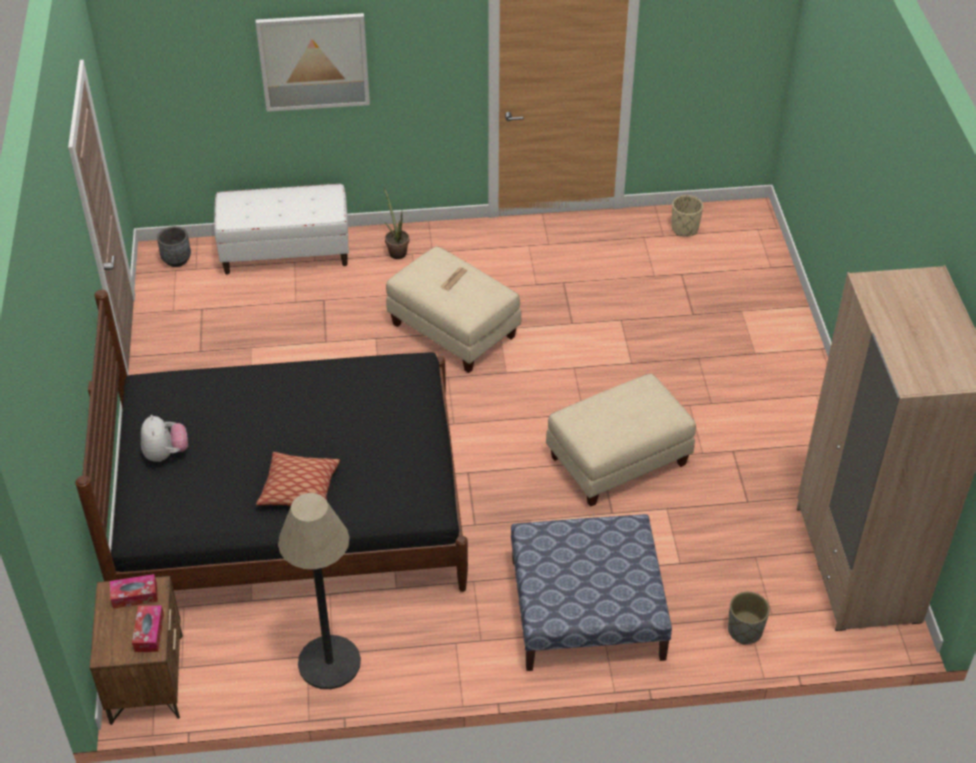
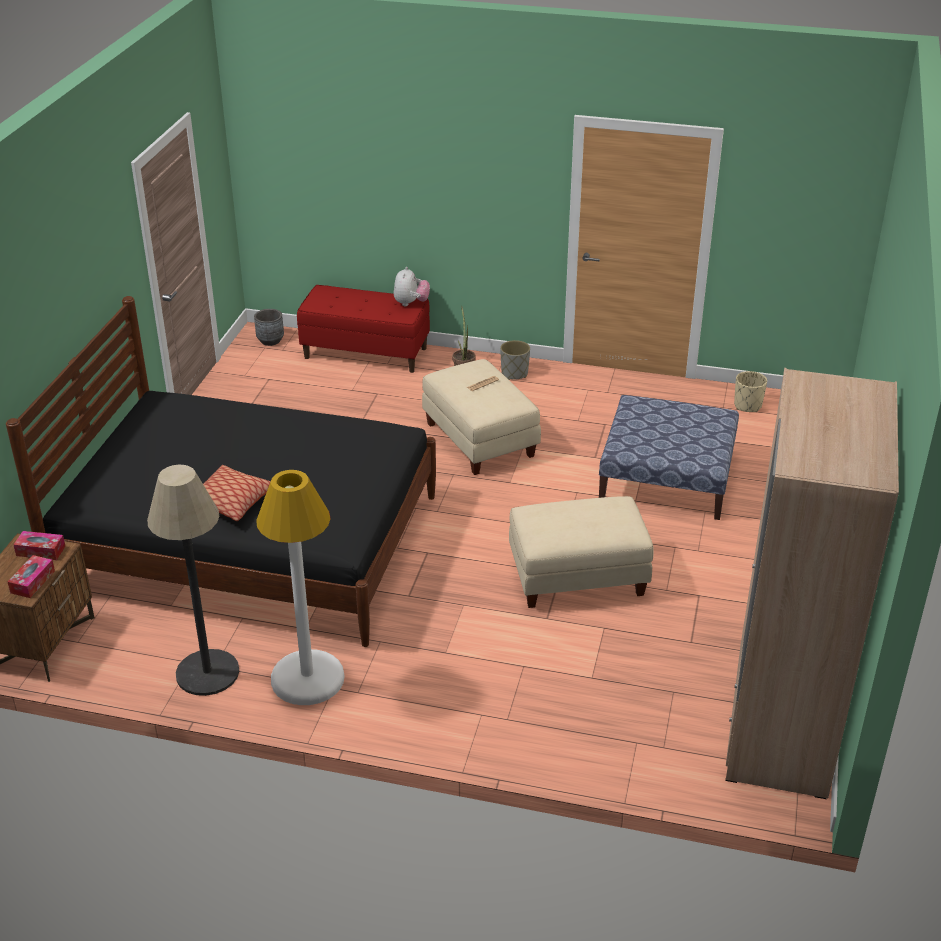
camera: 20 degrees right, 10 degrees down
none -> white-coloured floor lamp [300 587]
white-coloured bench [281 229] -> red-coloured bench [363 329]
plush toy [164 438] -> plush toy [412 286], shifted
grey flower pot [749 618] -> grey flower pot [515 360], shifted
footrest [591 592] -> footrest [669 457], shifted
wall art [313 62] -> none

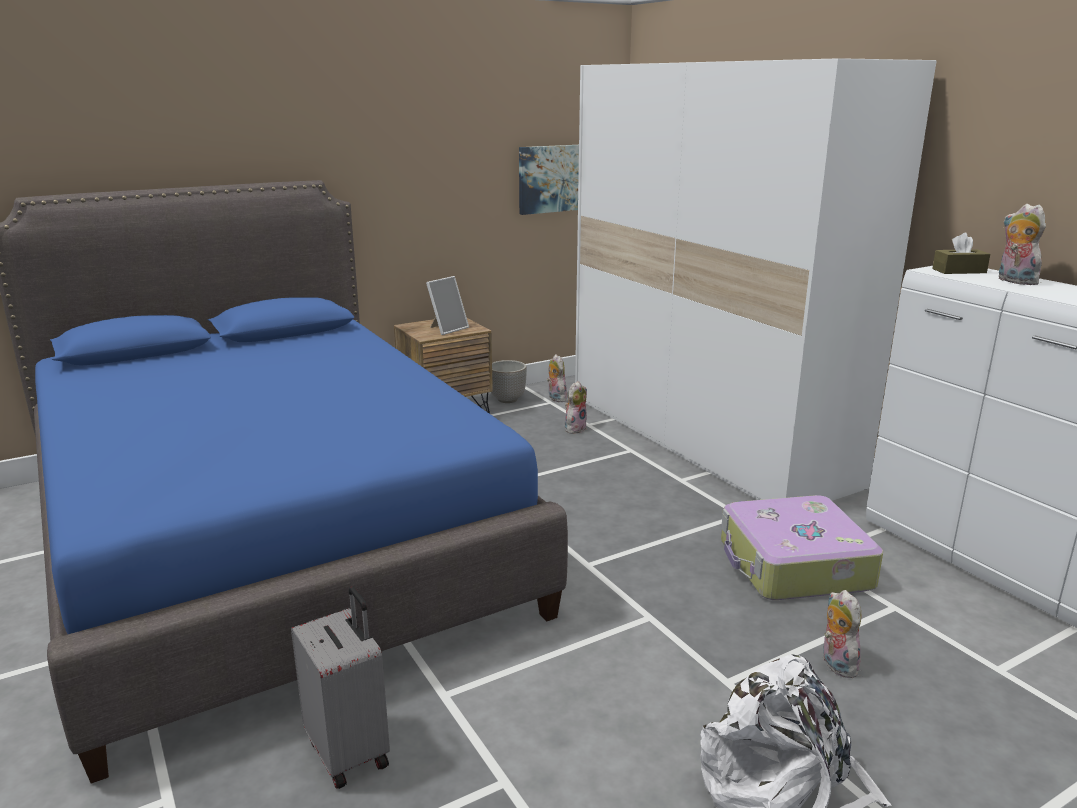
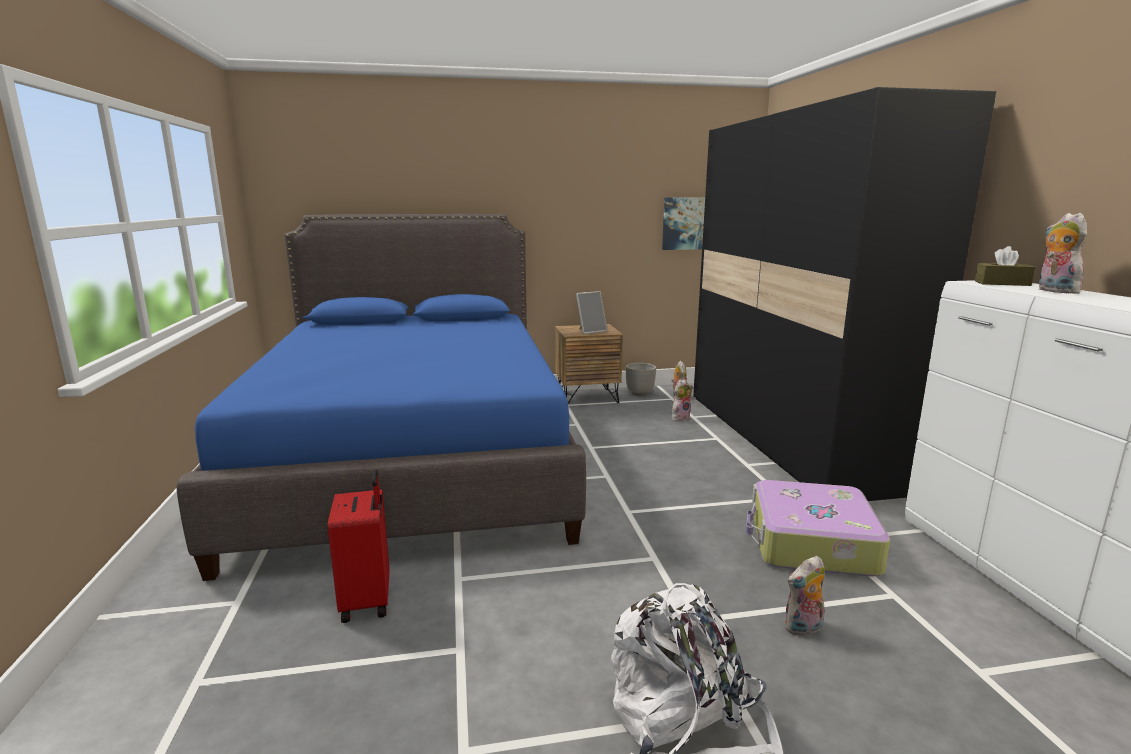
camera: 20 degrees right, 5 degrees down
grey piece of luggage [340 688] -> red-coloured piece of luggage [359 546]
white-coloured armoire [756 279] -> blackish armoire [844 294]
plush toy [842 634] -> plush toy [804 596], 120 degrees counterclockwise

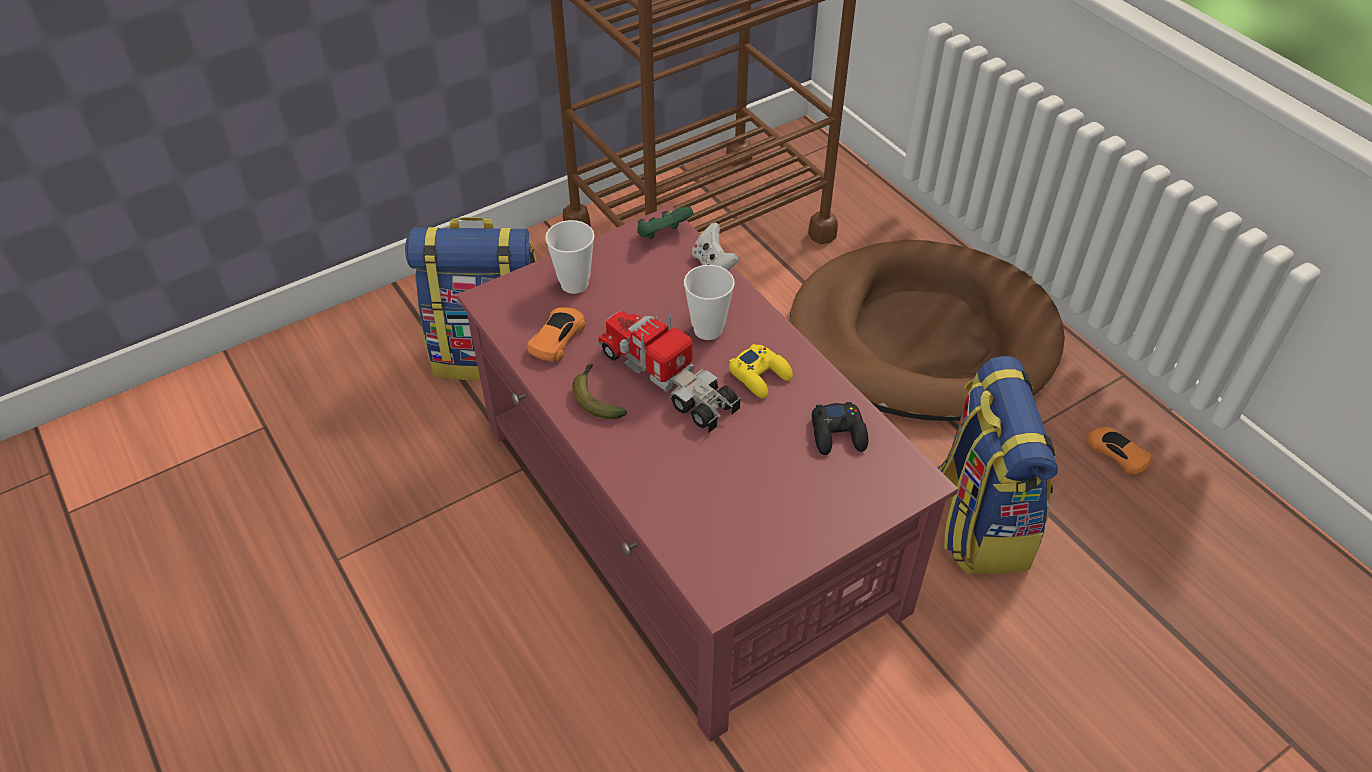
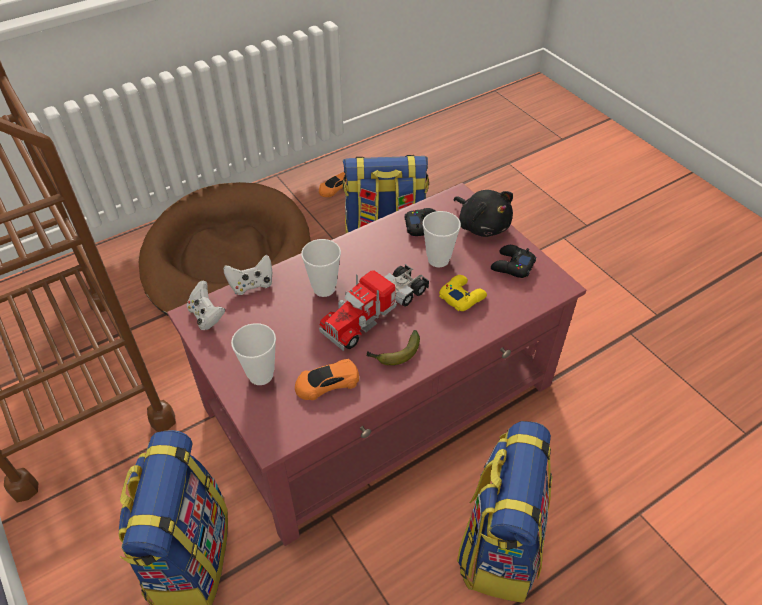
camera: 90 degrees left, 0 degrees up
green-coloured gamepad [665 223] -> white-coloured gamepad [206 305]
orange-coloured model car [556 334] -> orange-coloured model car [327 379], 45 degrees counterclockwise
none -> drinking cup [442 239]
yellow gamepad [761 371] -> yellow gamepad [463 293], shifted
none -> blackish plush toy [483 213]
none -> knapsack [504 512]
none -> blackish gamepad [513 261]

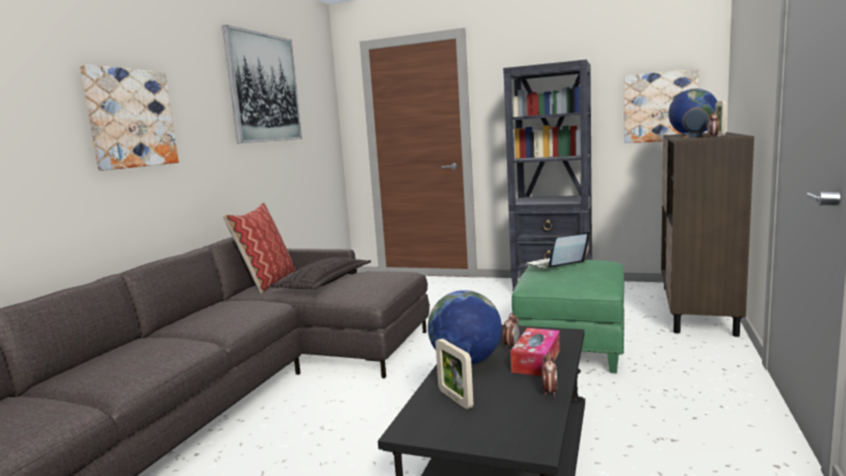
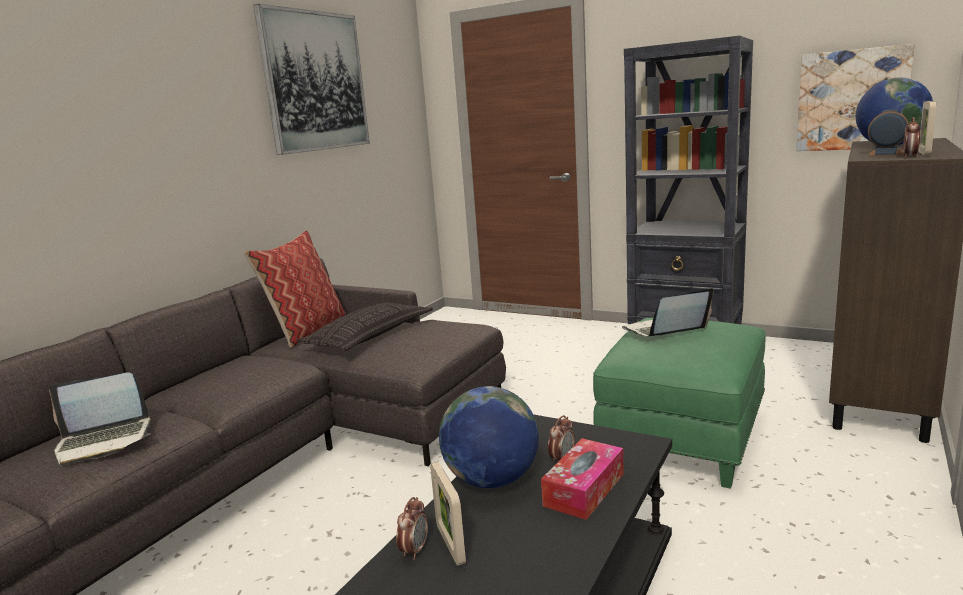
camera: 10 degrees right, 5 degrees up
none -> notebook computer [100 419]
alarm clock [549 374] -> alarm clock [412 528], shifted
wall art [129 118] -> none

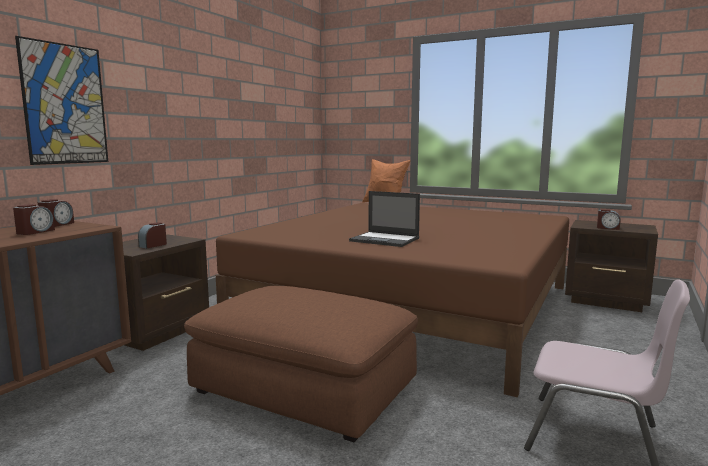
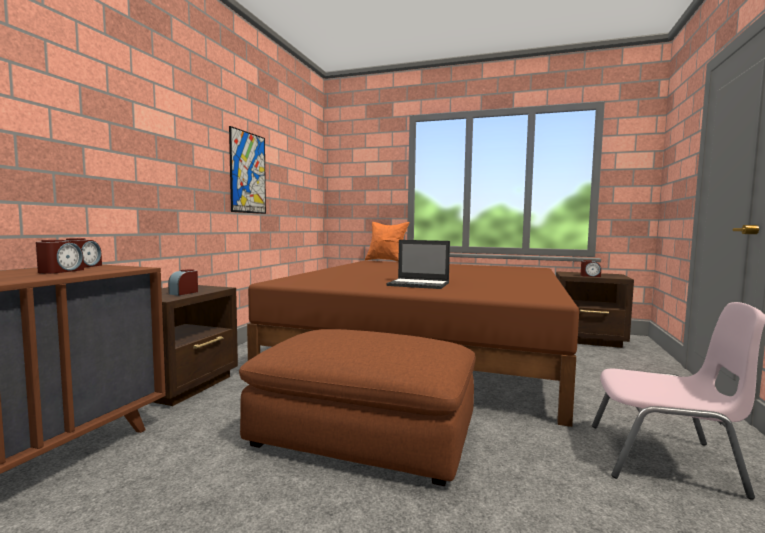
camera: 10 degrees left, 5 degrees down
wall art [61 100] -> wall art [247 170], shifted

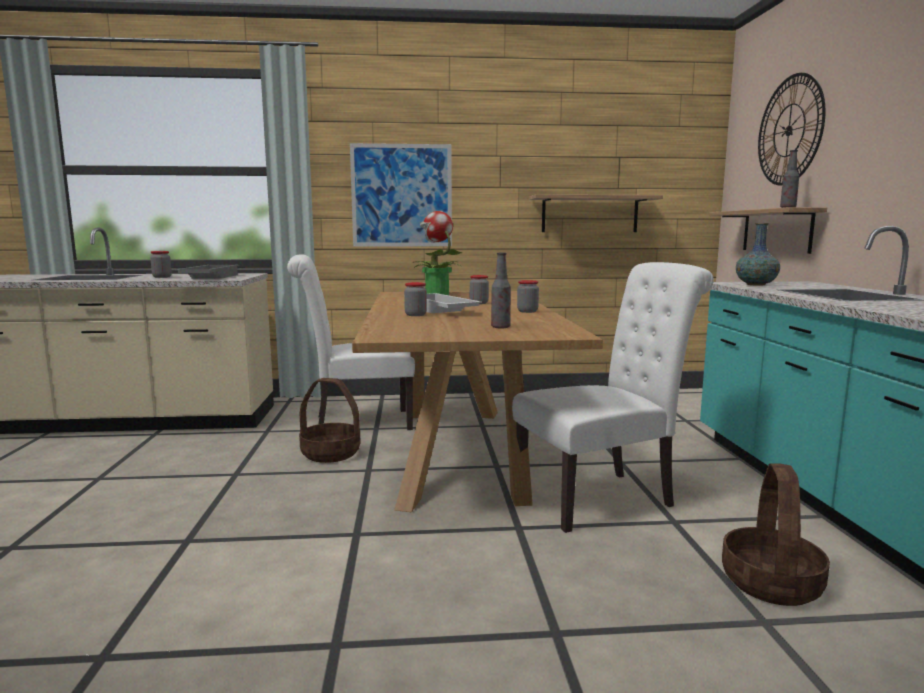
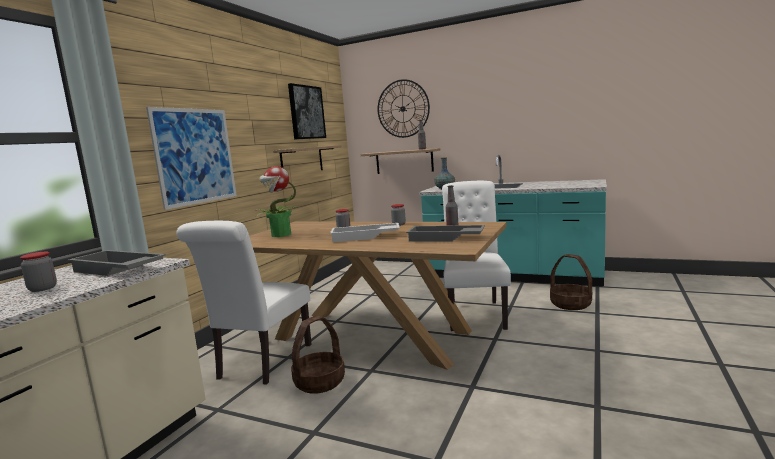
camera: 60 degrees left, 0 degrees up
none -> wall art [307 111]
none -> grey tray [445 233]
preserve jar [415 299] -> none

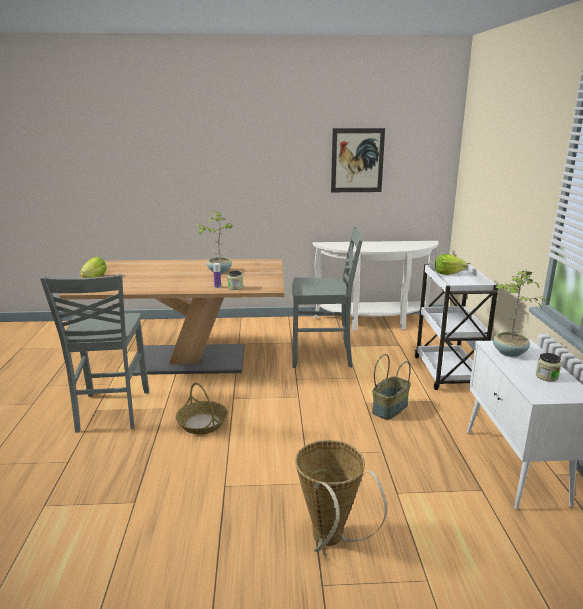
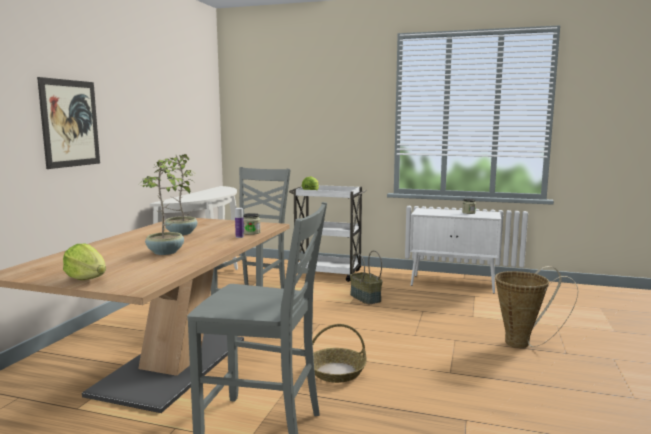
camera: 70 degrees left, 10 degrees down
wall art [358 160] -> wall art [68 123], shifted
plant in a pot [520 313] -> plant in a pot [164 207], shifted

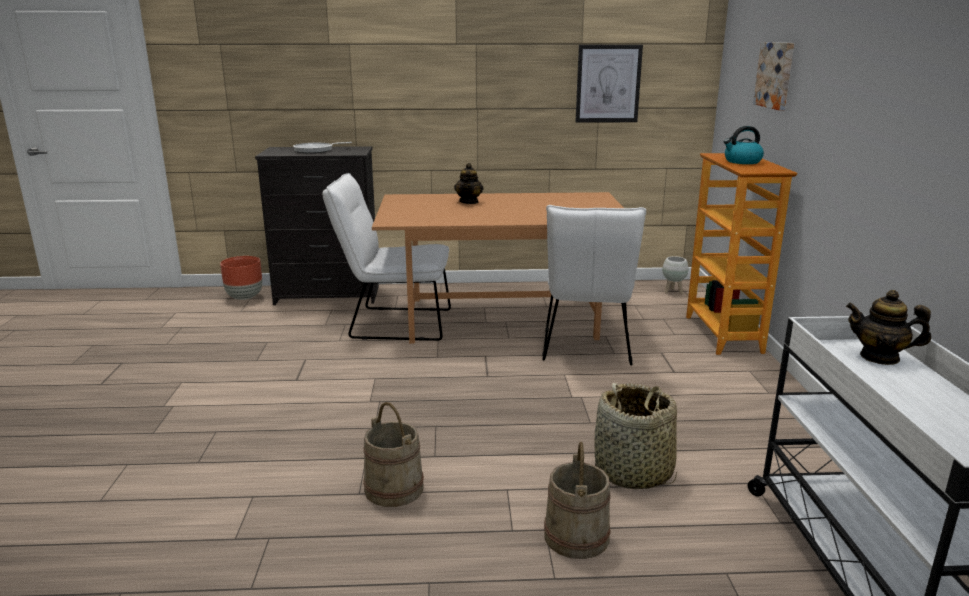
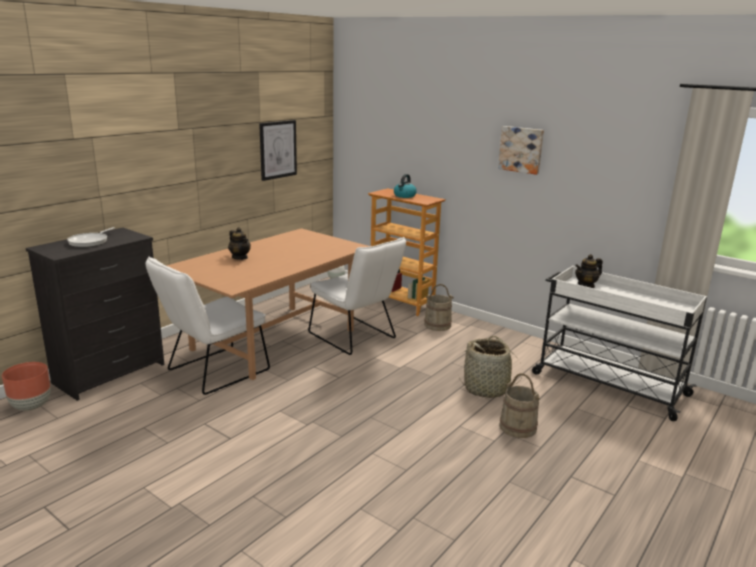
camera: 50 degrees left, 0 degrees up
sand-coloured water bucket [393 454] -> sand-coloured water bucket [439 307], shifted
wall art [773 76] -> wall art [521 150], shifted

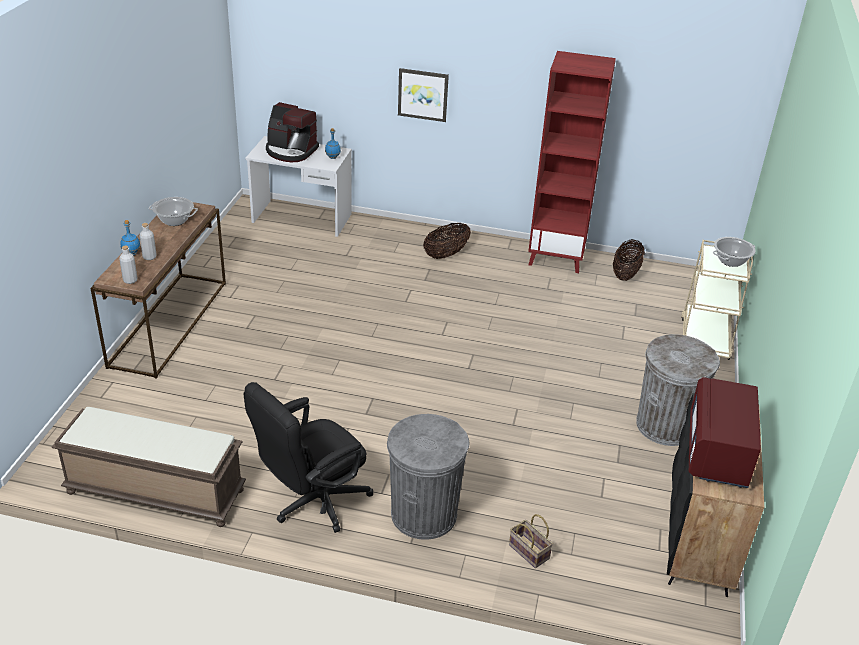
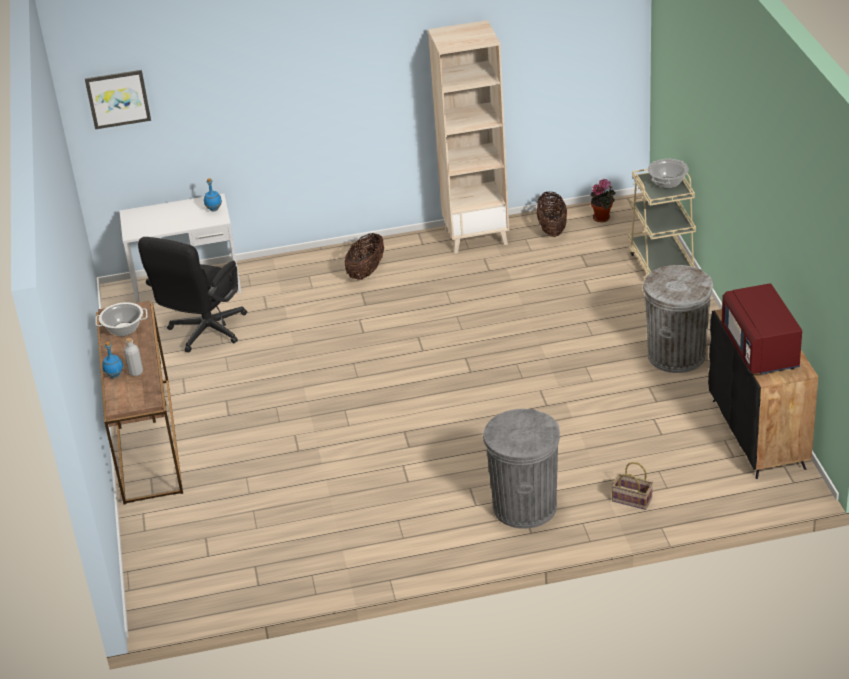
camera: 20 degrees left, 0 degrees up
wall art [423 95] -> wall art [118 99], shifted
blackish desk chair [308 457] -> blackish desk chair [192 295], shifted
red-coloured bookcase [572 162] -> sand-coloured bookcase [468 137]
none -> plant in a pot [602 200]
brown bench [149 467] -> none
grey beverage bottle [128 264] -> none
coffee machine [292 132] -> none

